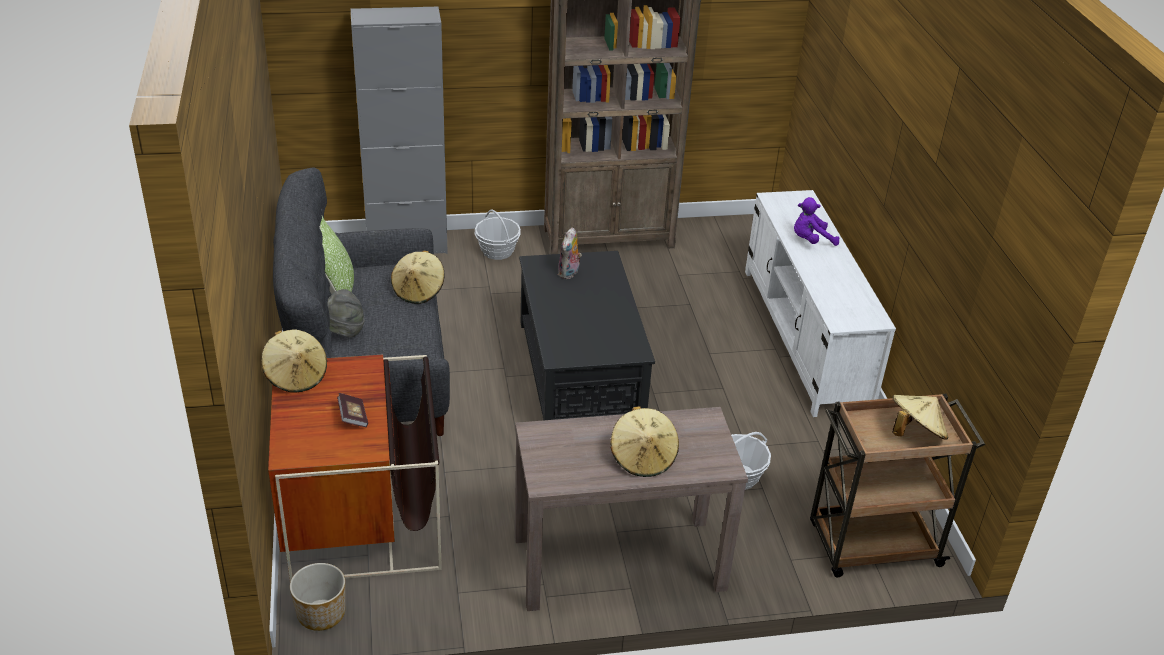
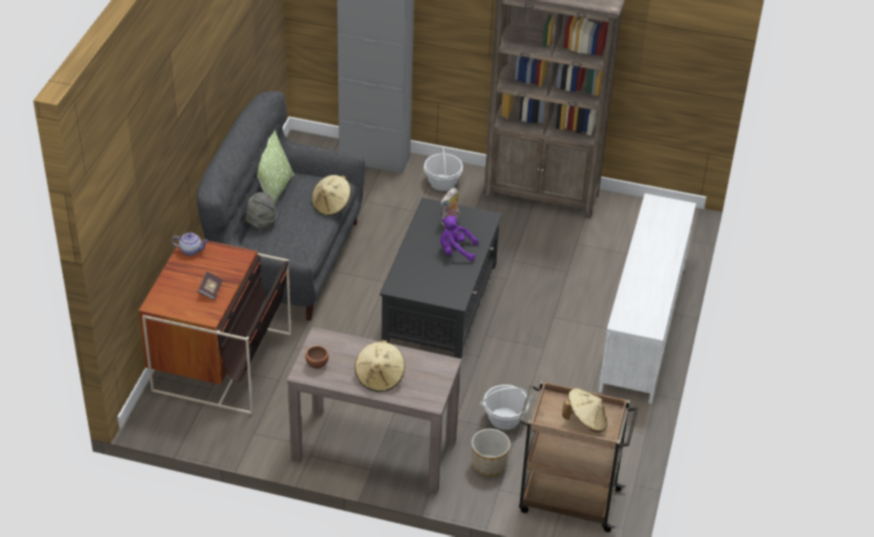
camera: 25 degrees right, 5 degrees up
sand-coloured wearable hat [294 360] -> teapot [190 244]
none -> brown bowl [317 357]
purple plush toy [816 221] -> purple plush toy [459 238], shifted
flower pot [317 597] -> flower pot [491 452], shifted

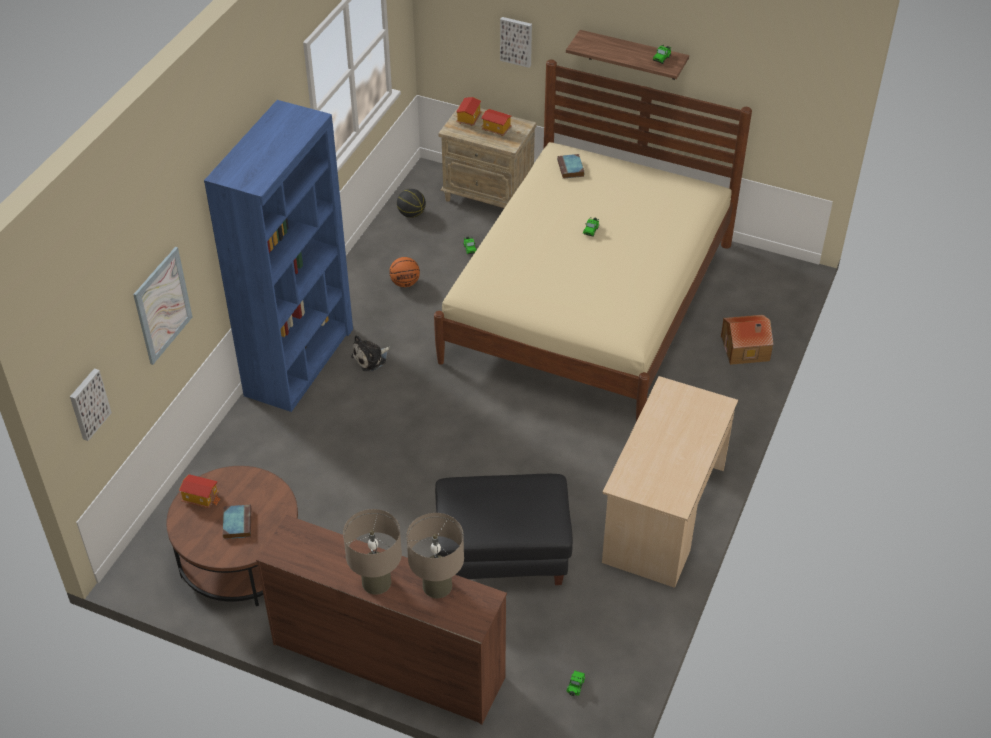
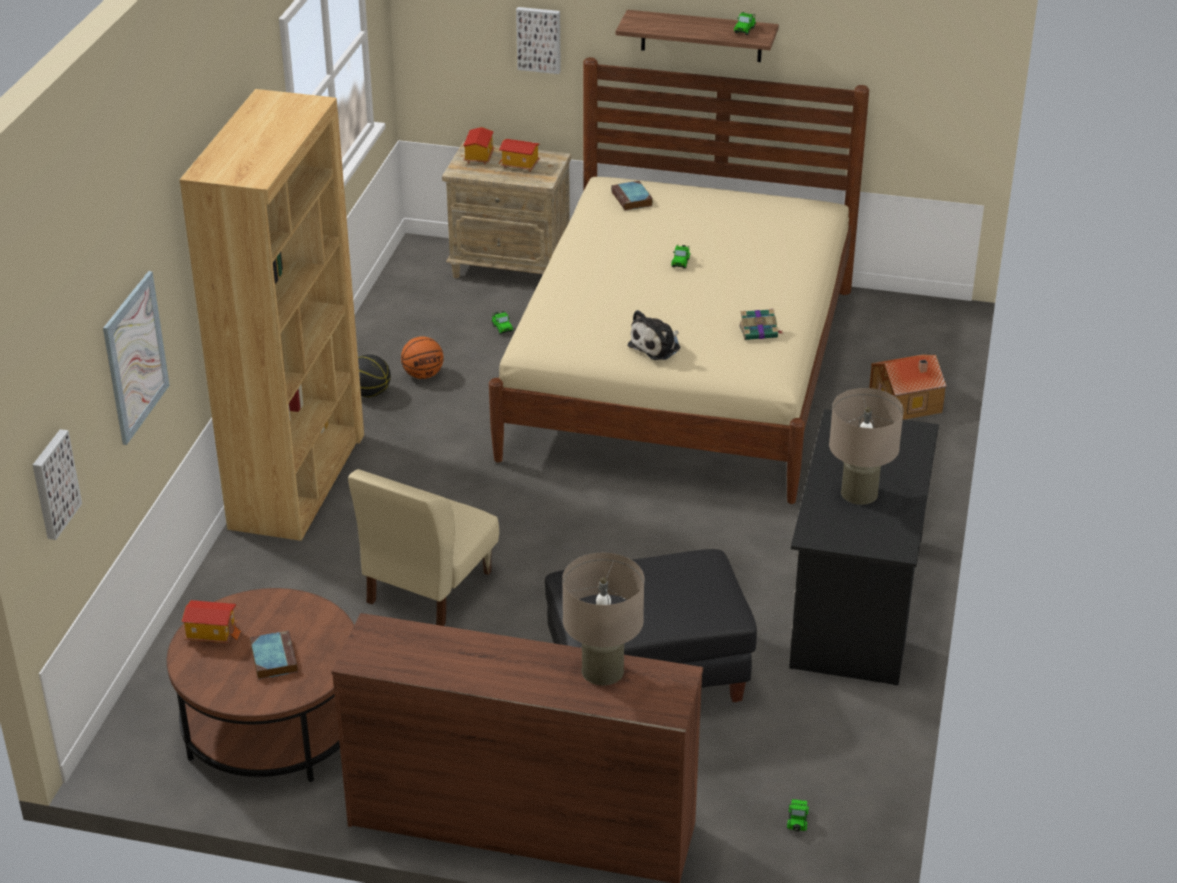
camera: 10 degrees left, 10 degrees down
bluish bookcase [278 256] -> brown bookcase [272 315]
none -> sand-coloured plain chair [423 547]
basketball ball [411 203] -> basketball ball [374 375], shifted
plush toy [370 353] -> plush toy [654 335], shifted
none -> volume [760 324]
sand-coloured desk table [670 482] -> blackish desk table [864 547]
sand-coloured table lamp [372 552] -> sand-coloured table lamp [866 446], shifted

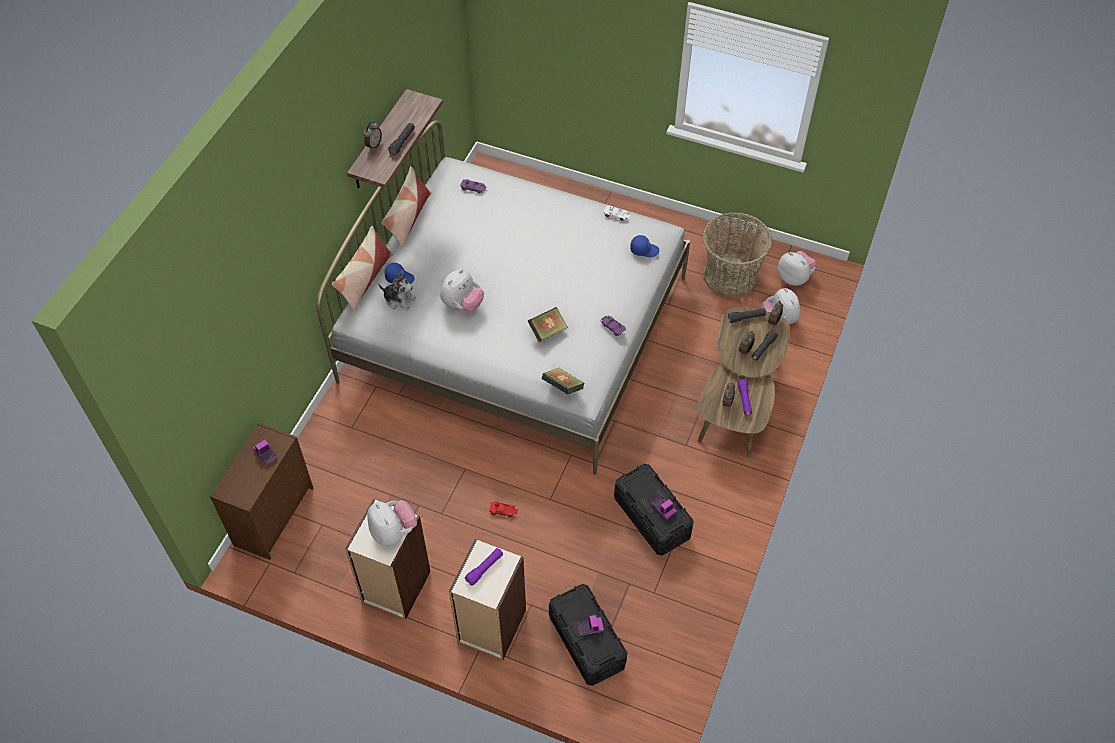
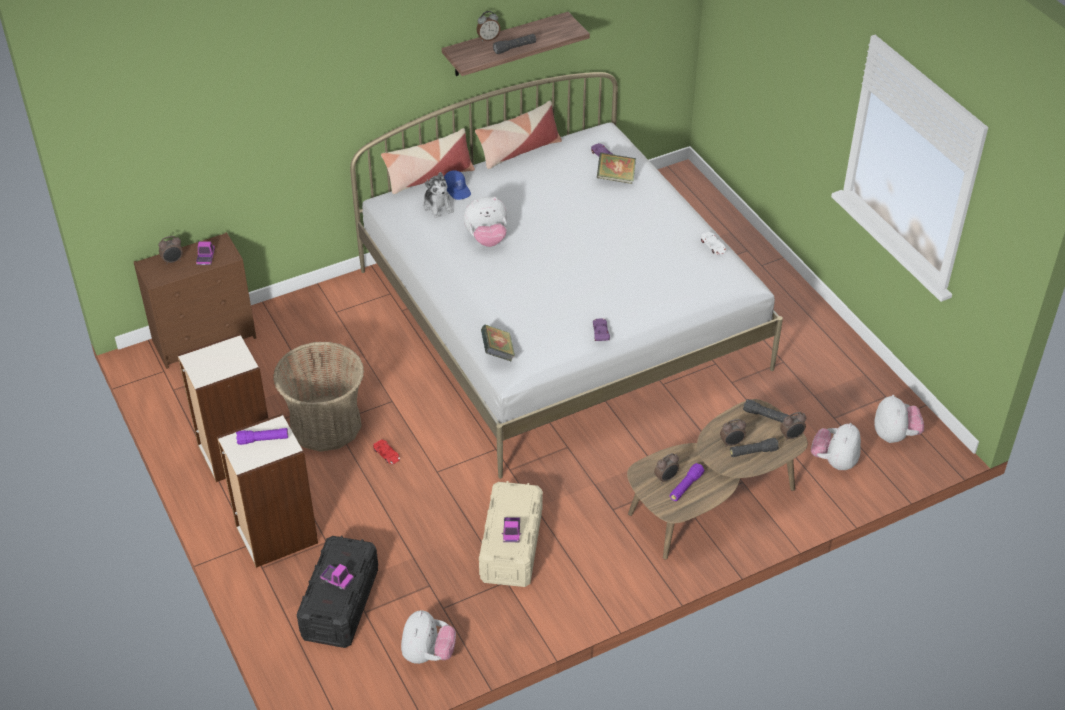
camera: 40 degrees right, 10 degrees down
none -> alarm clock [170 250]
household basket [737 254] -> household basket [318 396], shifted
plush toy [392 523] -> plush toy [428 637], shifted
blackish storage container [654 510] -> sand-coloured storage container [511 534]
volume [548 324] -> volume [616 168], shifted
bluish peaked cap [644 246] -> none

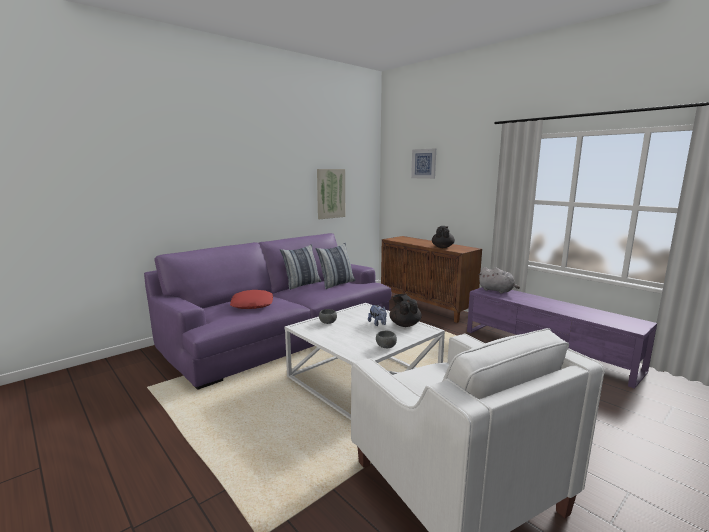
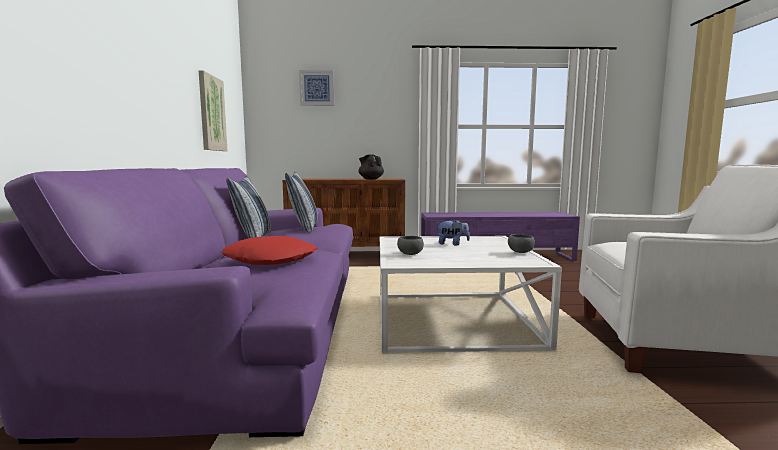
camera: 50 degrees left, 5 degrees down
blackish teapot [406 310] -> none
grey plush toy [499 280] -> none

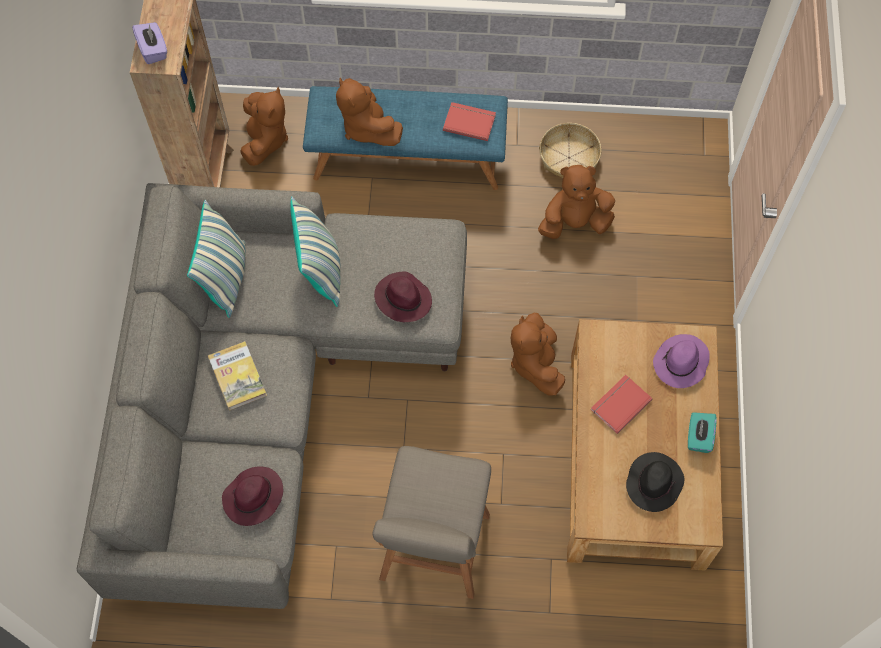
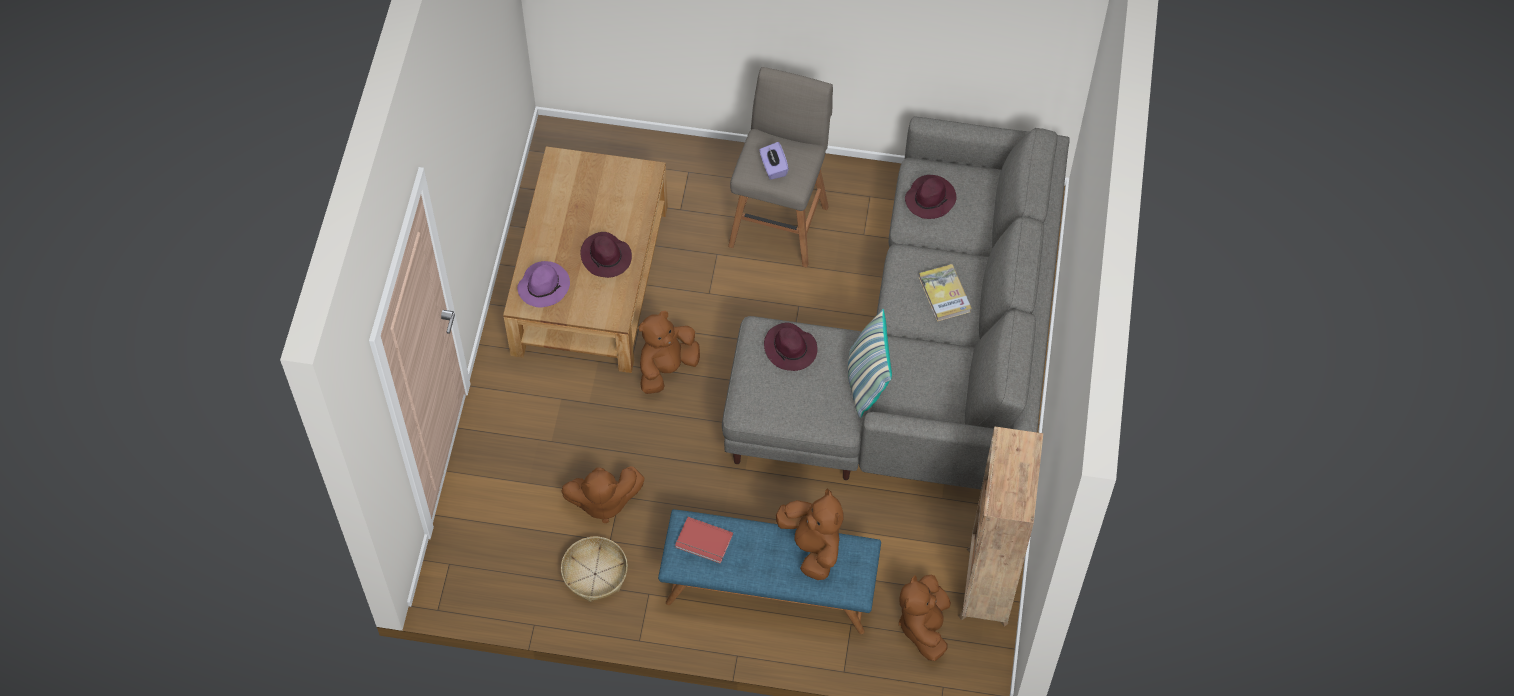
camera: 175 degrees left, 5 degrees down
red-coloured volume [621 404] -> purple wearable hat [606 255]
brown plush toy [538 354] -> brown plush toy [669 352], 135 degrees counterclockwise
purple tissue box [149 43] -> purple tissue box [774 161], shifted
pillow [216 259] -> none
blackish wearable hat [655 482] -> none
turquoise tissue box [702 432] -> none

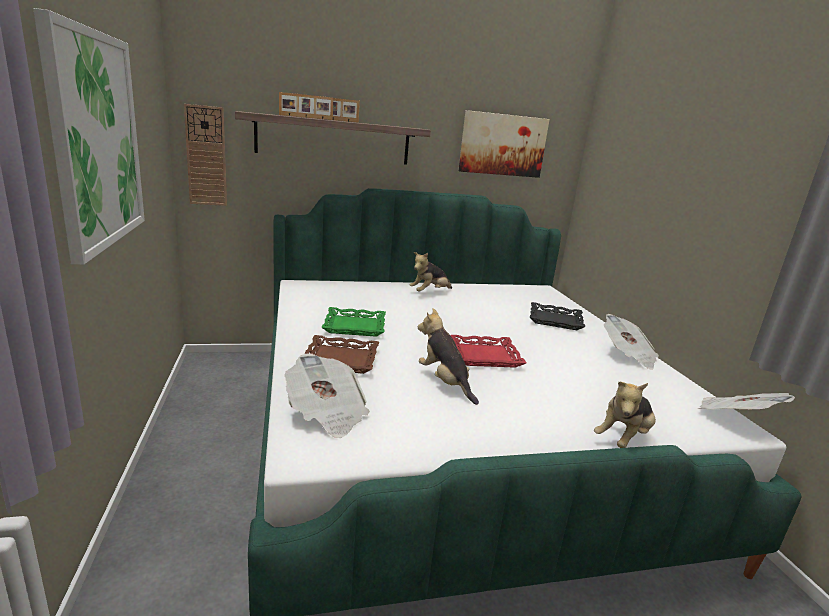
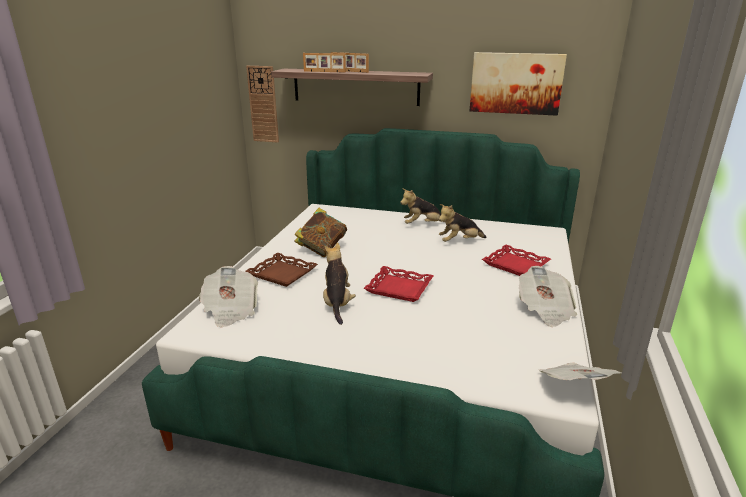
camera: 30 degrees right, 5 degrees up
green-coloured tray [353 322] -> volume [321 232]
plush toy [625 415] -> plush toy [463 223], shifted
blackish tray [557 316] -> red-coloured tray [516 260]
wall art [89 136] -> none

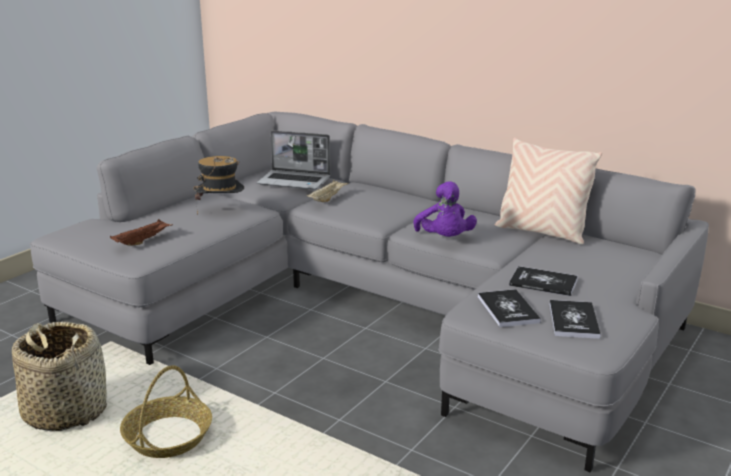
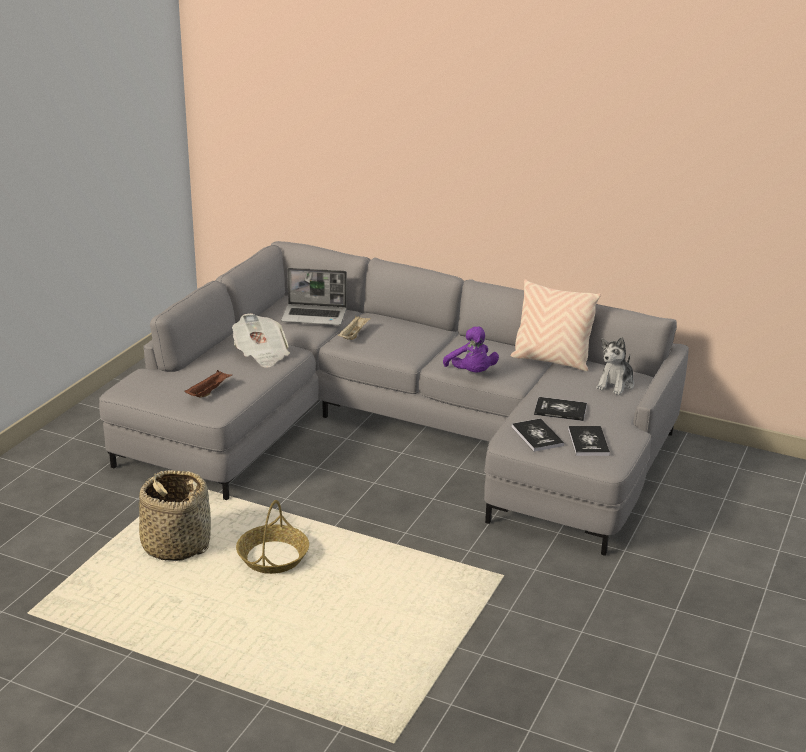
camera: 10 degrees left, 5 degrees up
wearable hat [218 185] -> printed paper [261 340]
none -> plush toy [615 366]

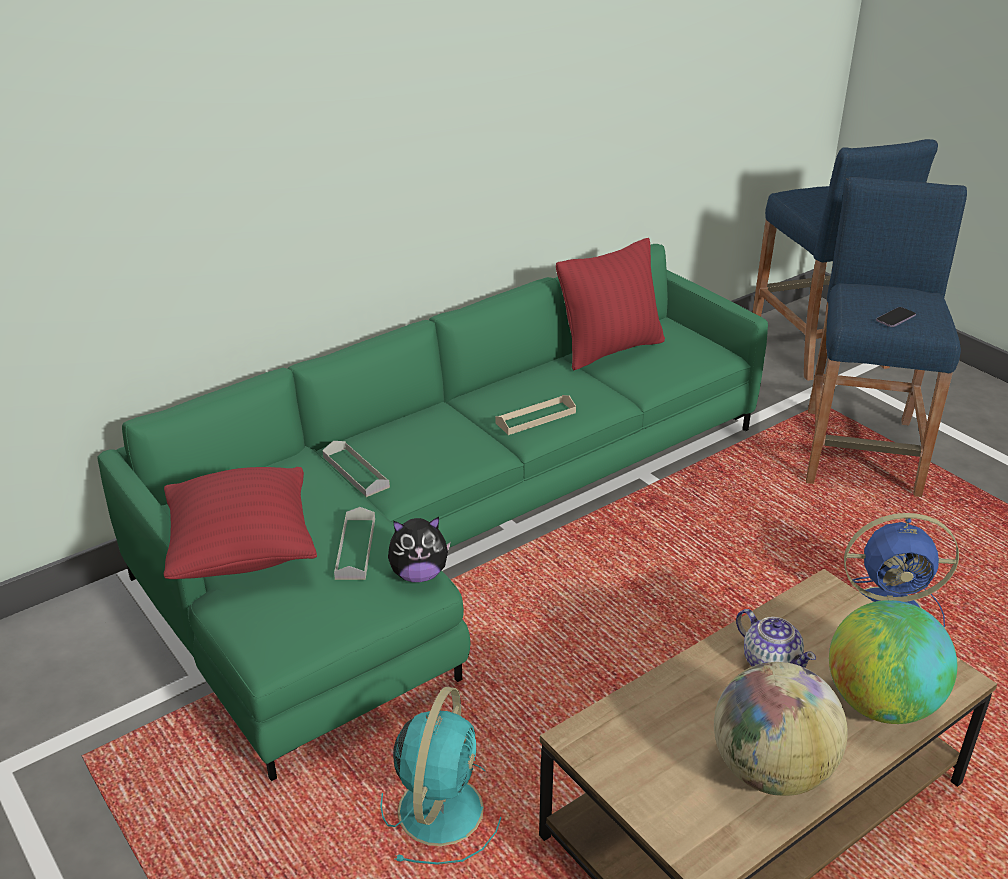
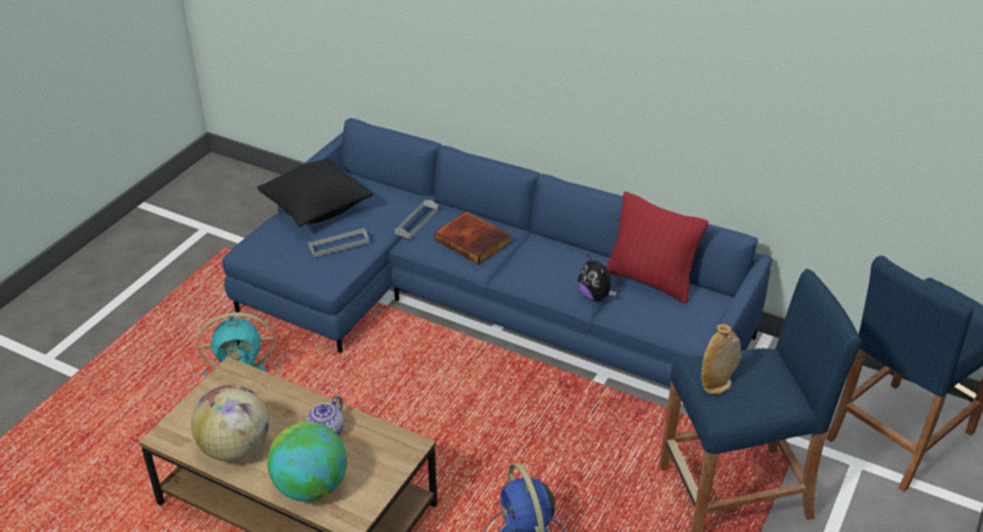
camera: 65 degrees right, 5 degrees up
green-coloured couch [433 512] -> bluish couch [497 252]
red-coloured pillow [240 523] -> blackish pillow [315 192]
none -> volume [472 237]
plush toy [419 549] -> plush toy [597 278], shifted
phone [896 317] -> sand-coloured flower vase [721 359]
sand-coloured tray [535 415] -> none

